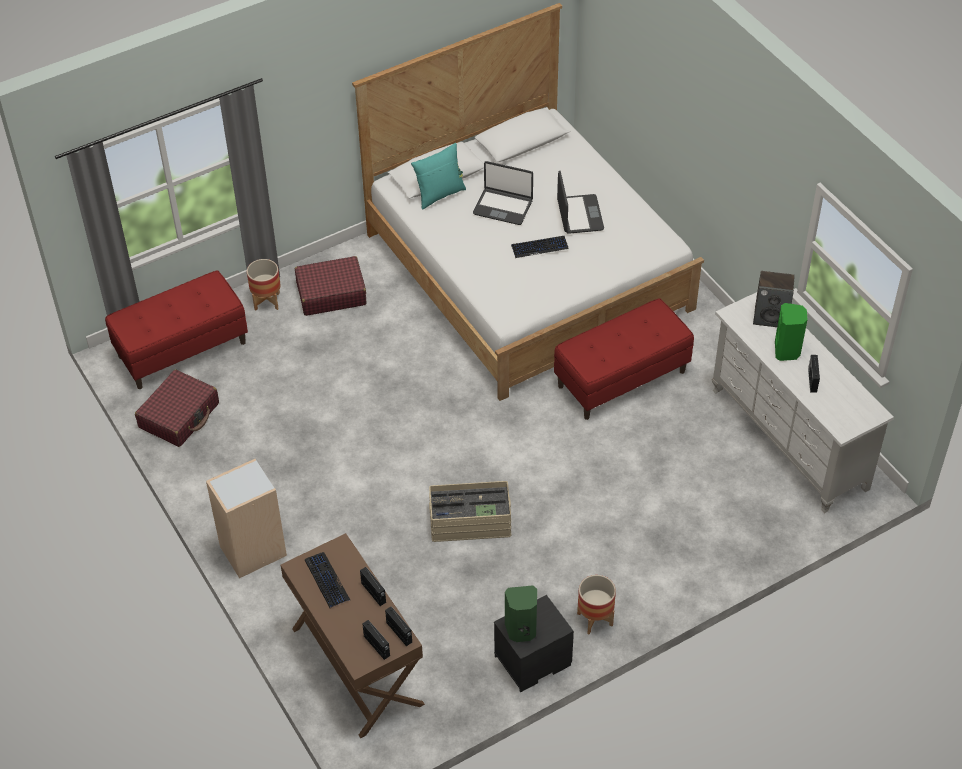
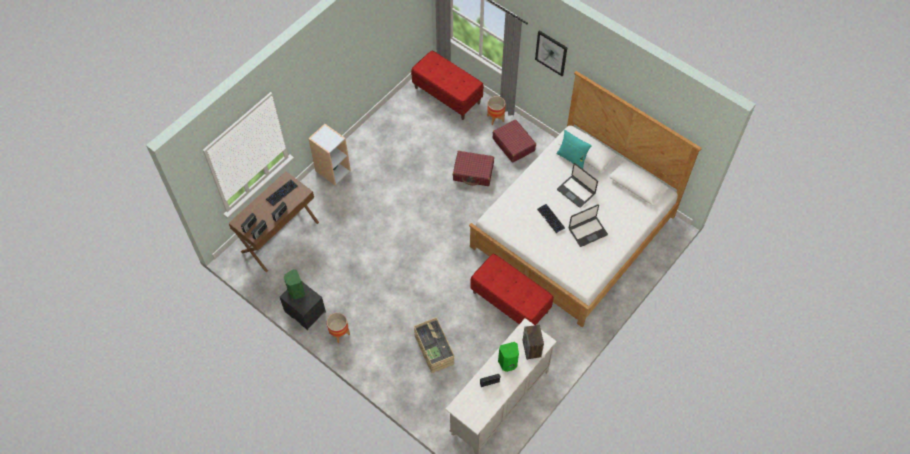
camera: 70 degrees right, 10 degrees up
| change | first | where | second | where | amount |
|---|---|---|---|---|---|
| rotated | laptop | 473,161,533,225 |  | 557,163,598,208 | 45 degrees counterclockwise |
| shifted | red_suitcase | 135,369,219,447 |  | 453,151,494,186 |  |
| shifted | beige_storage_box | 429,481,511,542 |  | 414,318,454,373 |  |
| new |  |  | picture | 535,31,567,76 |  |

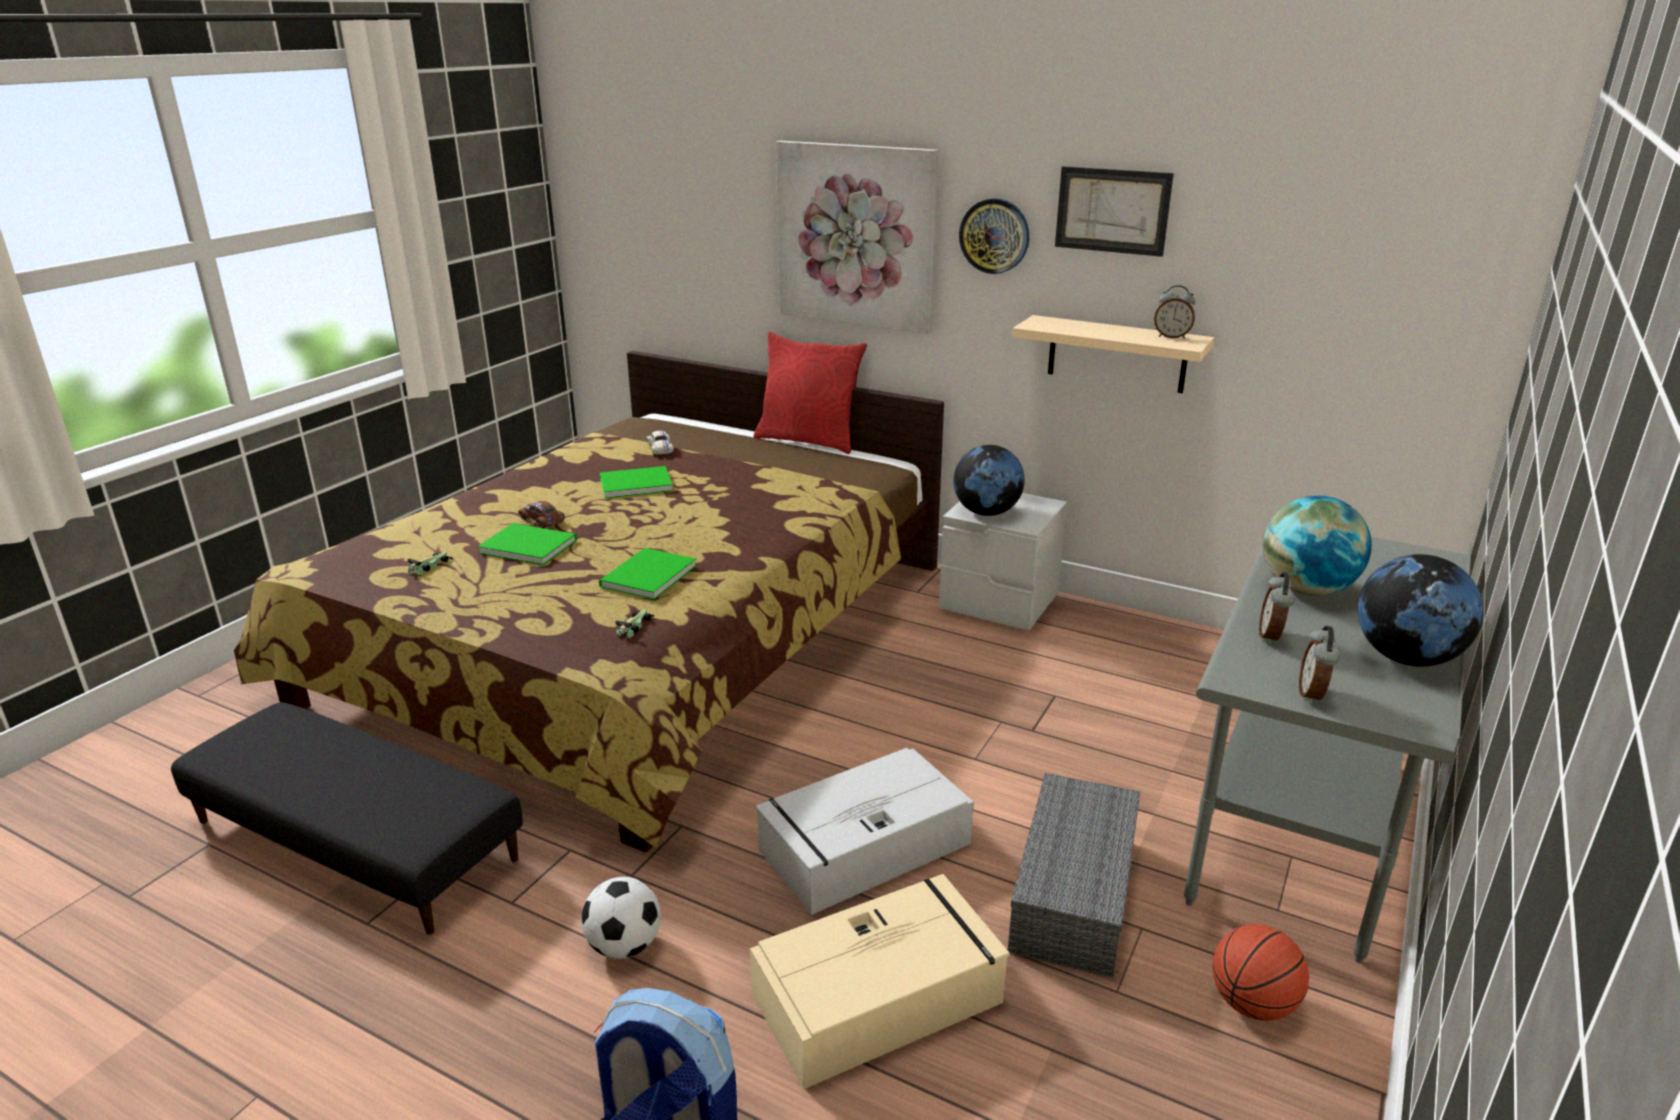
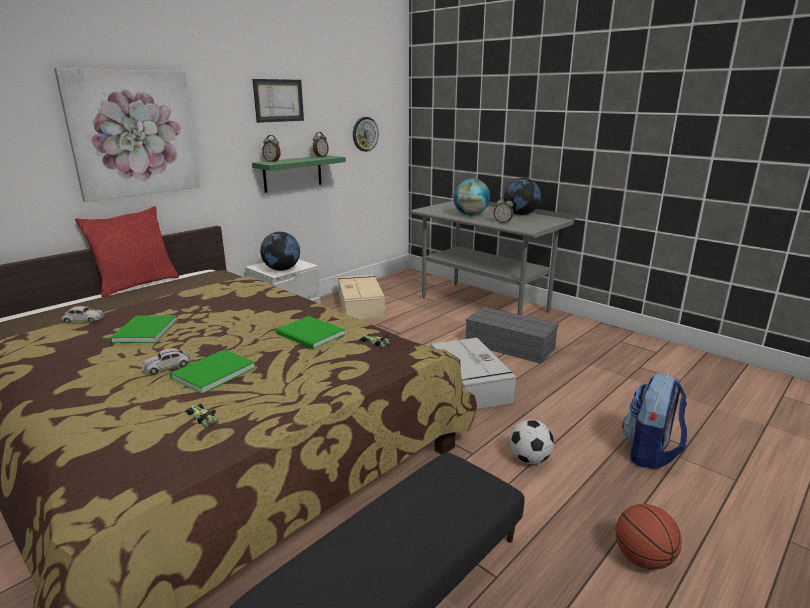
camera: 75 degrees left, 5 degrees down
| change | first | where | second | where | amount |
|---|---|---|---|---|---|
| shifted | wall_clock | 959,198,1029,274 |  | 353,117,379,152 |  |
| repainted | beige_shelf | 1012,315,1214,393 | green_shelf | 252,155,346,193 |  |
| repainted | brown_toy_car | 518,501,565,528 | white_toy_car | 142,348,191,375 |  |
| shifted | alarm_clock | 1299,626,1340,704 |  | 262,135,281,162 |  |
| shifted | beige_storage_box | 750,874,1010,1089 |  | 338,275,385,319 |  |
| shifted | basketball | 1212,924,1309,1021 |  | 615,504,682,570 |  |

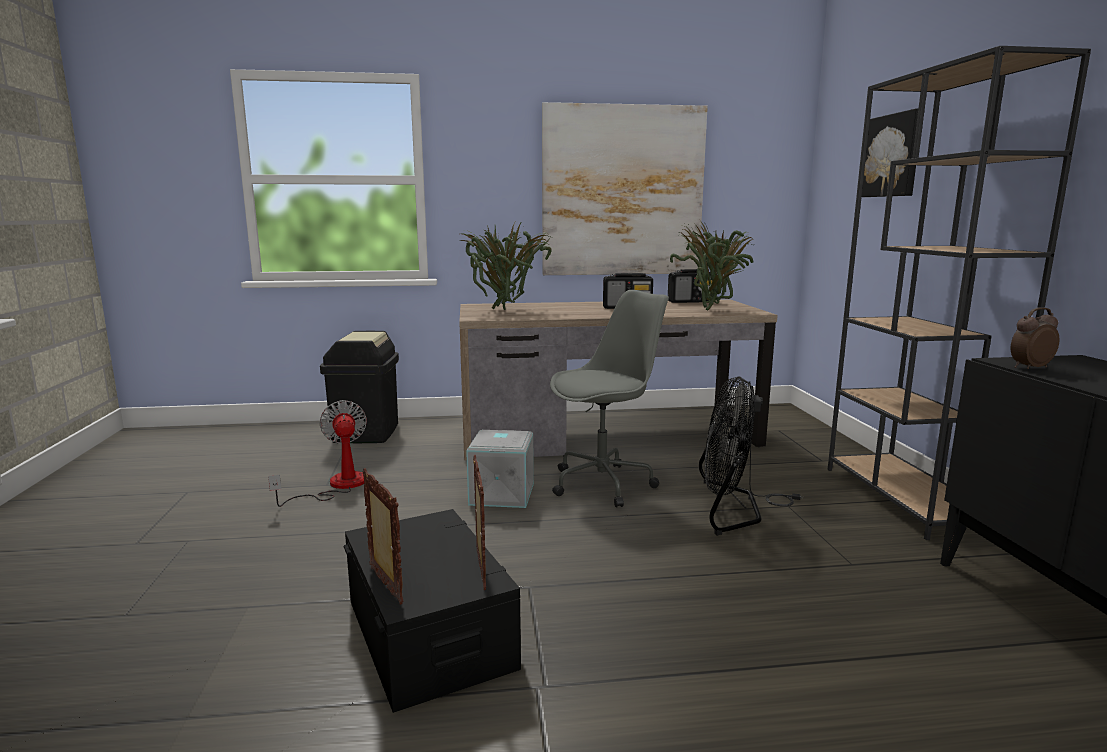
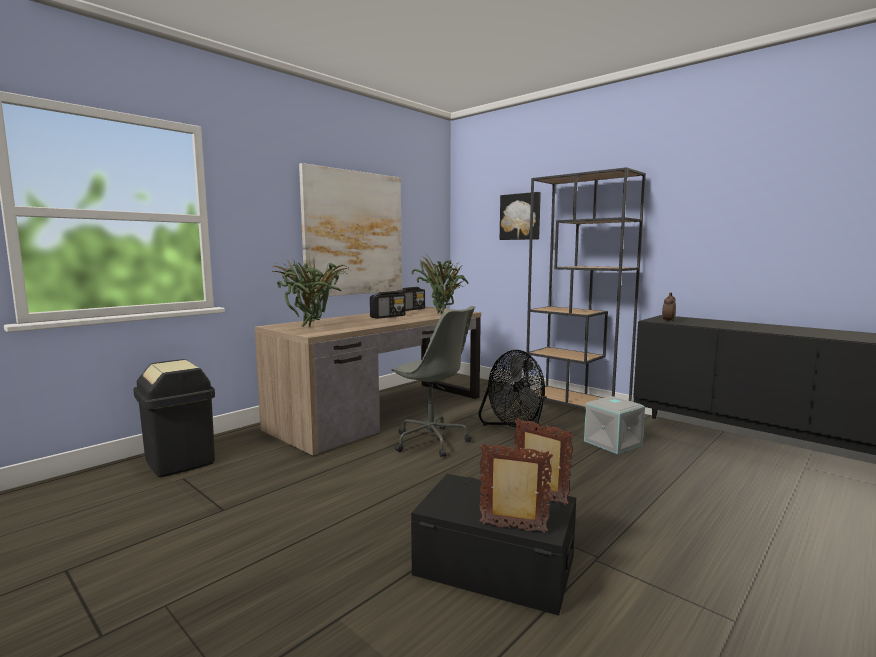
camera: 40 degrees left, 5 degrees down
| change | first | where | second | where | amount |
|---|---|---|---|---|---|
| rotated | grey_office_chair | 550,290,669,507 |  | 391,306,476,457 | 105 degrees clockwise |
| gone | fan | 268,400,367,507 |  |  |  |
| shifted | grey_storage_box | 466,430,534,508 |  | 584,396,645,454 |  |

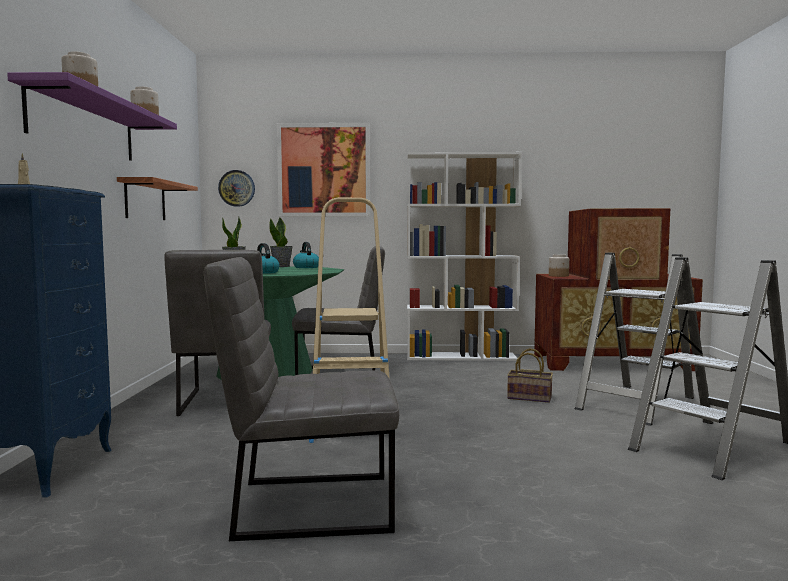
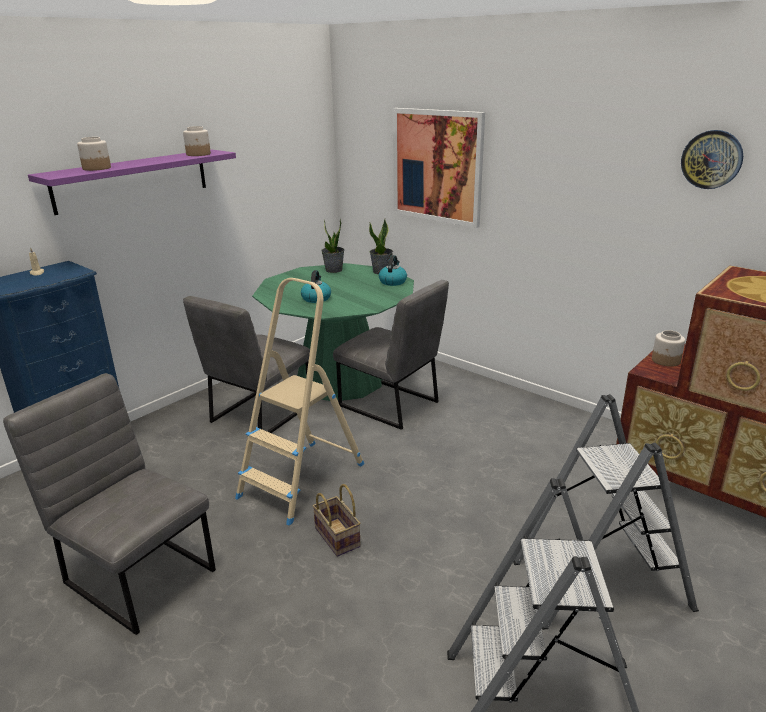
camera: 40 degrees right, 20 degrees up
| change | first | where | second | where | amount |
|---|---|---|---|---|---|
| gone | white_bookcase | 407,152,522,361 |  |  |  |
| shifted | wall_clock | 218,170,255,207 |  | 681,130,743,189 |  |
| gone | shelf | 117,177,198,220 |  |  |  |
| shifted | basket | 507,348,553,403 |  | 313,484,361,557 |  |

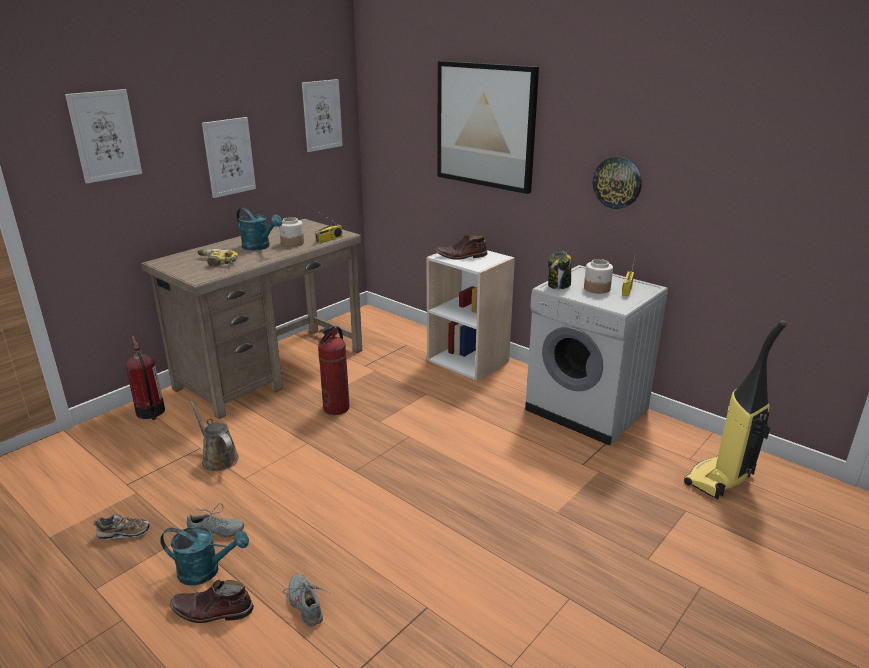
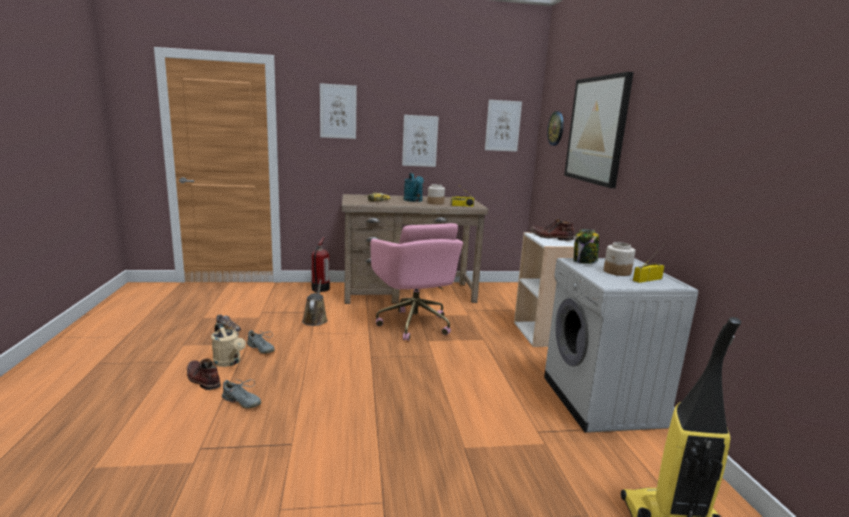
camera: 40 degrees right, 10 degrees down
| change | first | where | second | where | amount |
|---|---|---|---|---|---|
| shifted | wall_clock | 593,157,642,209 |  | 547,111,564,146 |  |
| swapped | fire_extinguisher | 318,326,350,415 | pink_office_chair | 370,223,463,341 |  |
| repainted | turquoise_watering_can | 160,526,249,586 | beige_watering_can | 211,323,246,367 |  |
| rotated | grey_shoe | 283,574,329,626 |  | 221,379,261,409 | 105 degrees clockwise |

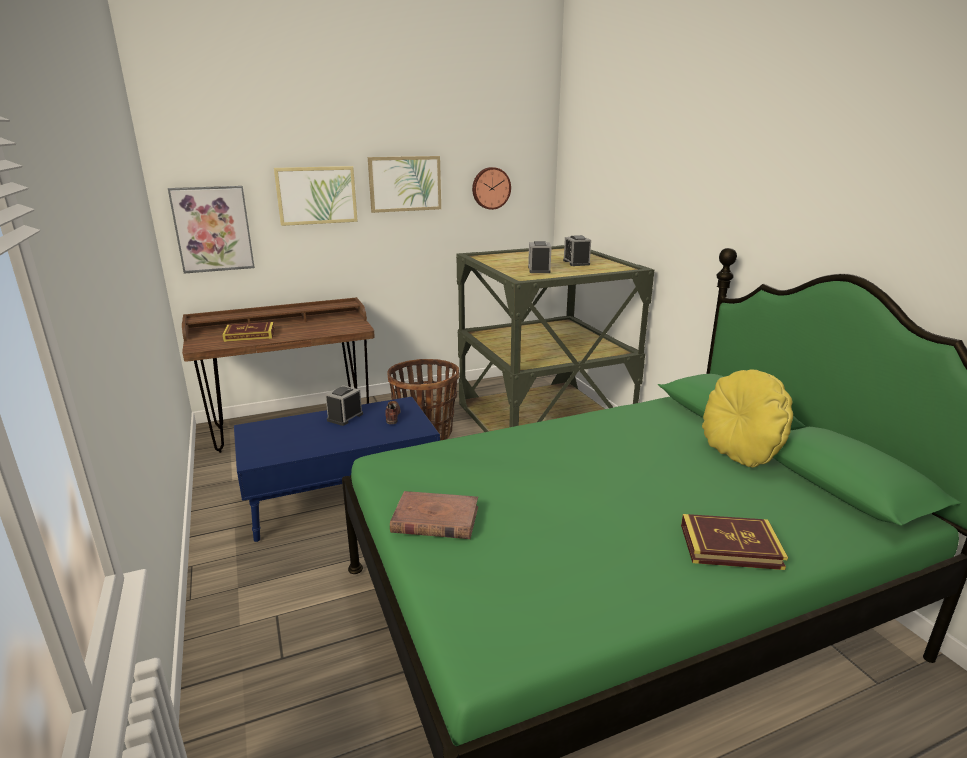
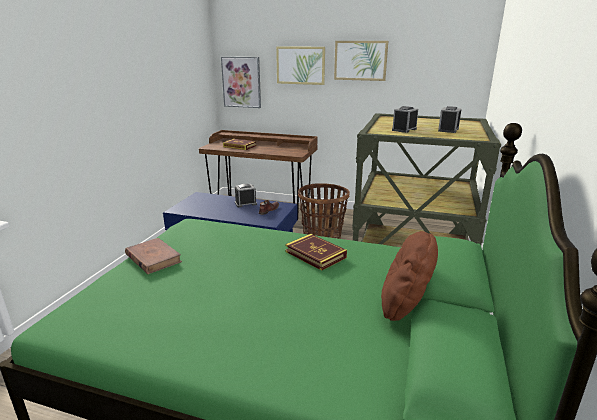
camera: 40 degrees right, 0 degrees up
| change | first | where | second | where | amount |
|---|---|---|---|---|---|
| gone | wall_clock | 472,167,511,210 |  |  |  |
| repainted | yellow_pillow | 702,369,793,468 | brown_pillow | 381,231,438,321 |  |
| shifted | book | 681,514,788,570 |  | 285,234,347,271 |  |

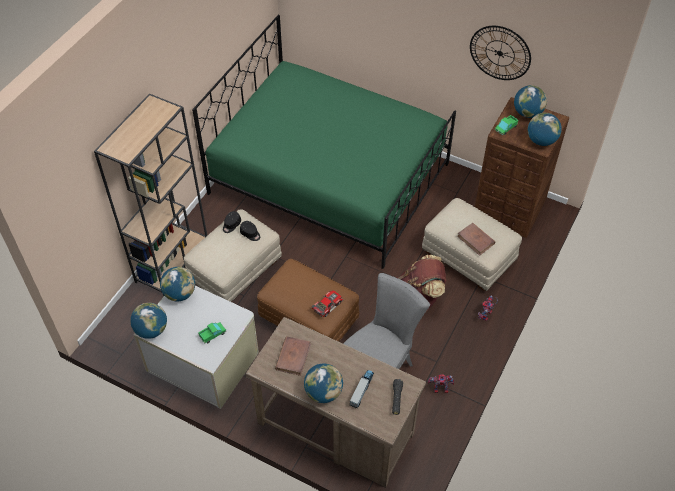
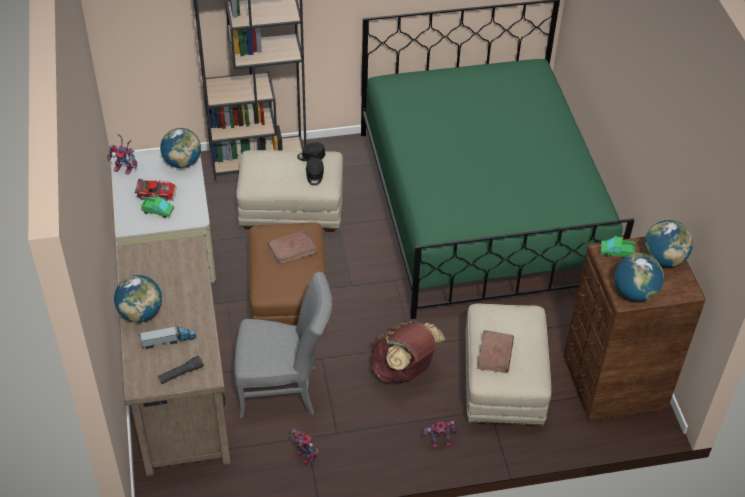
camera: 50 degrees right, 5 degrees down
| change | first | where | second | where | amount |
|---|---|---|---|---|---|
| gone | wall_clock | 470,26,531,80 |  |  |  |
| shifted | toy_car | 311,290,344,317 |  | 135,179,177,201 |  |
| swapped | globe | 130,303,167,339 | toy_robot | 107,134,137,175 |  |
| shifted | brown_book | 275,336,311,376 |  | 268,230,317,265 |  |

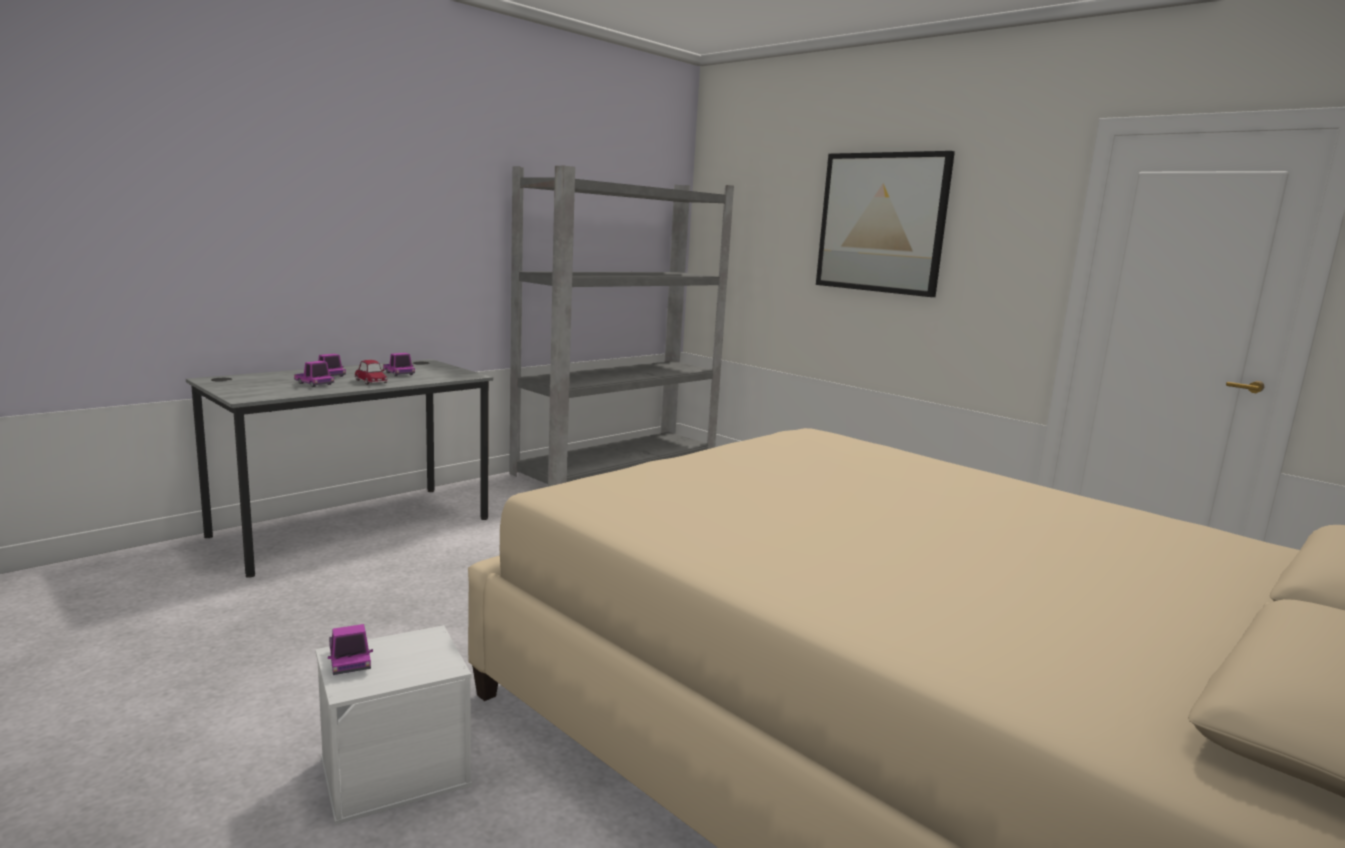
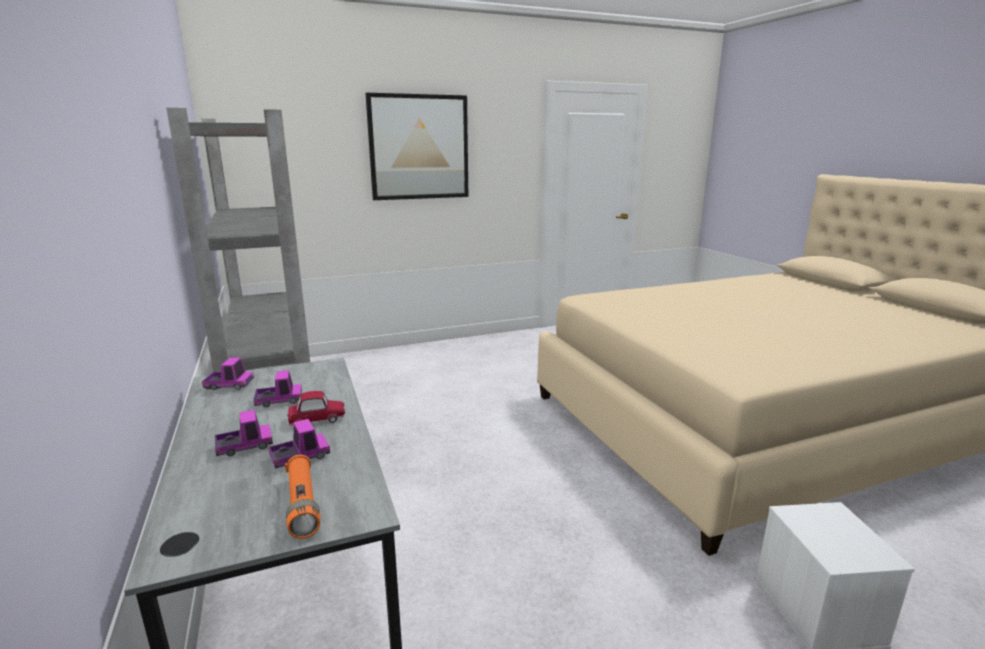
camera: 65 degrees left, 5 degrees up
| change | first | where | second | where | amount |
|---|---|---|---|---|---|
| shifted | toy_truck | 328,624,373,675 |  | 202,358,254,390 |  |
| new |  |  | orange_flashlight | 285,455,320,539 |  |

